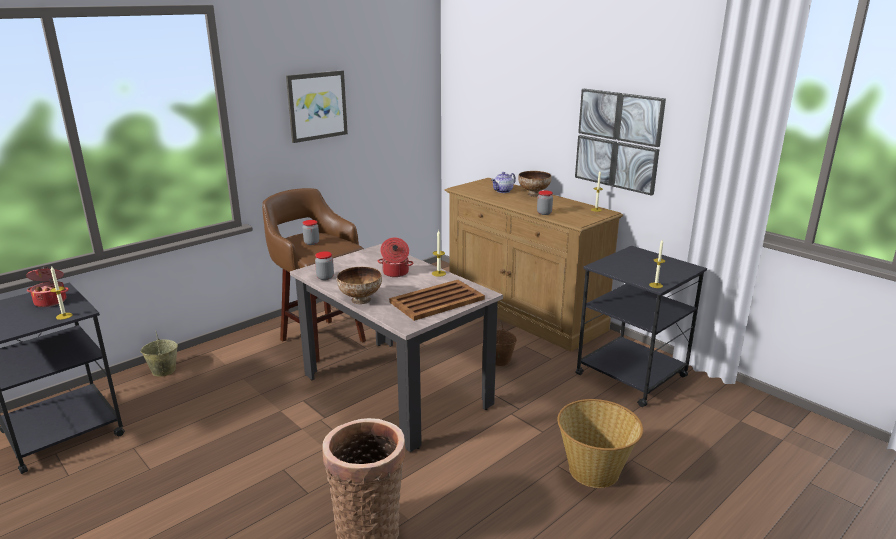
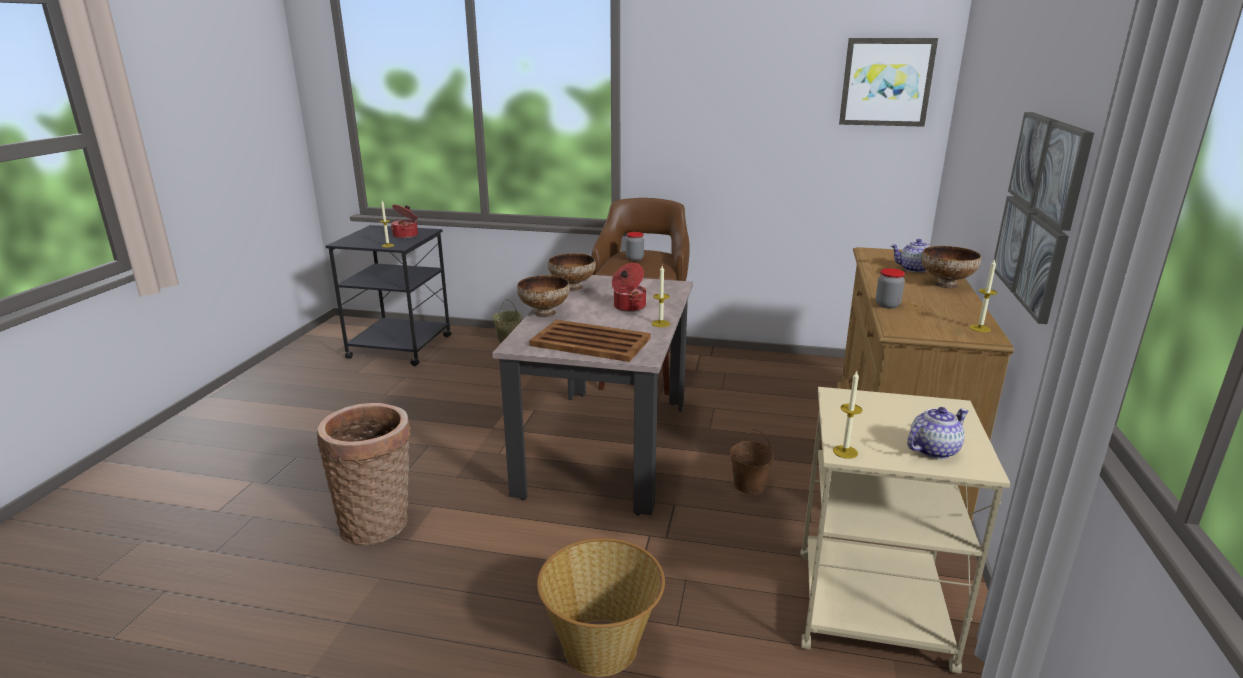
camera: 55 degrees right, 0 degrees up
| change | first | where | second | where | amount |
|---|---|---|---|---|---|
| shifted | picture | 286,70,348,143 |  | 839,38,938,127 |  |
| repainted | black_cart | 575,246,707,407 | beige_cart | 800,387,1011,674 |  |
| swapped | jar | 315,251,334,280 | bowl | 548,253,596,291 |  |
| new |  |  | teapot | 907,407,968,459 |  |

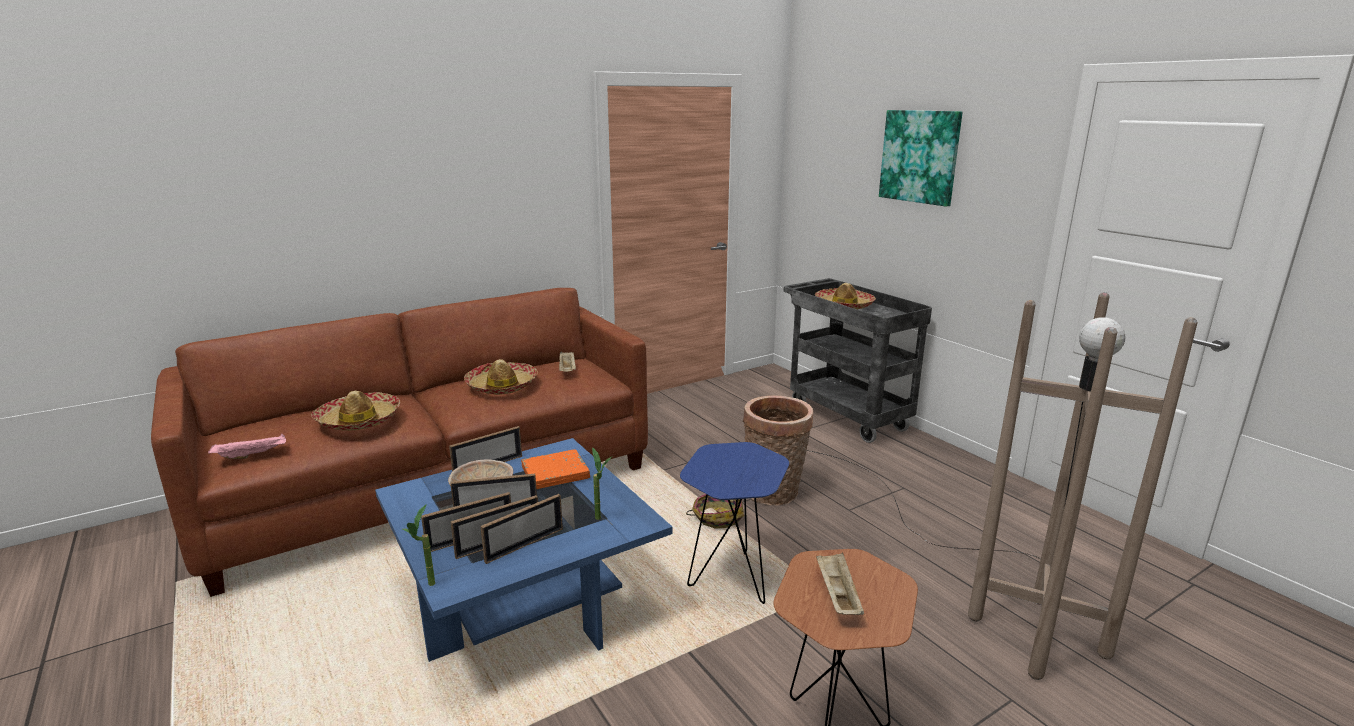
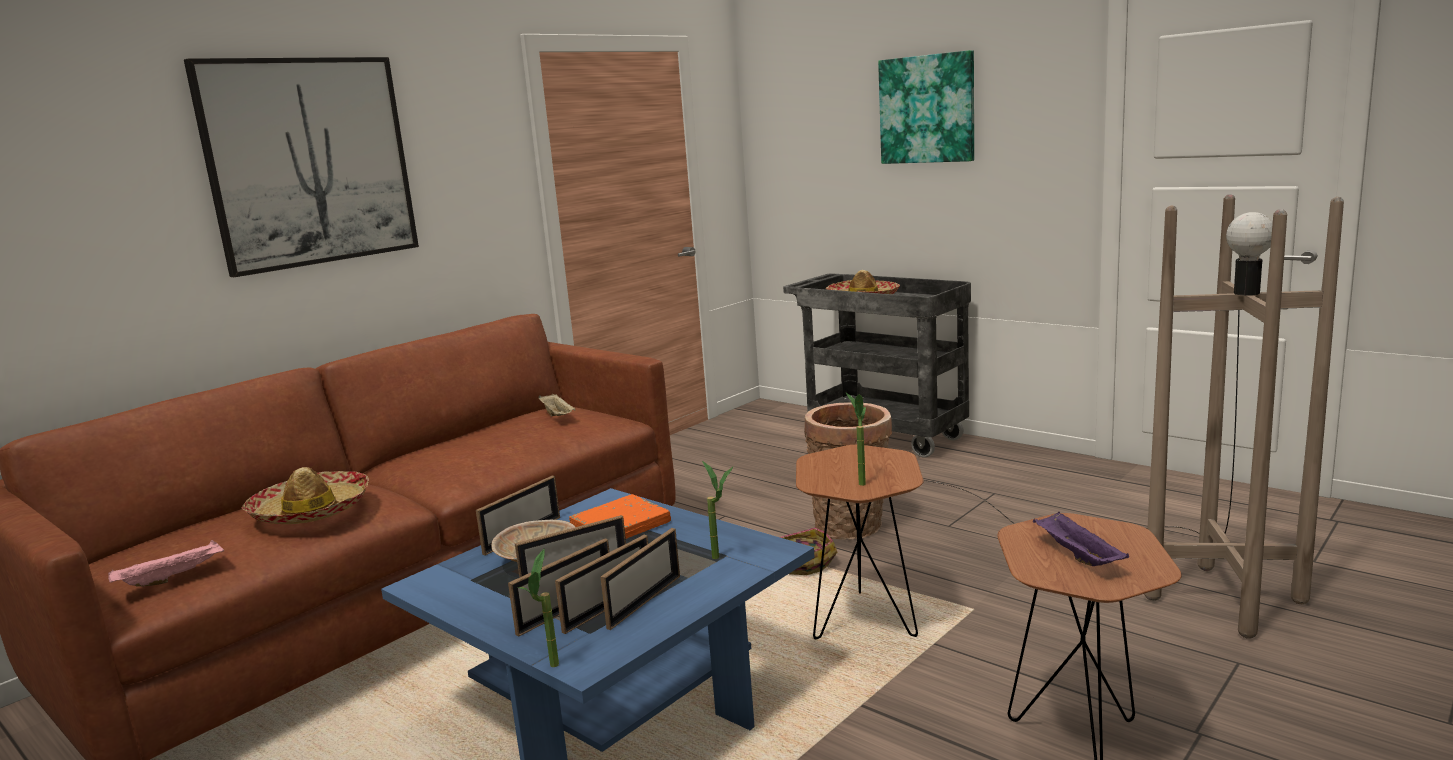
camera: 15 degrees left, 5 degrees down
| change | first | where | second | where | amount |
|---|---|---|---|---|---|
| gone | hat | 464,359,538,395 |  |  |  |
| repainted | blue_side_table | 680,442,789,604 | brown_side_table | 796,445,924,640 |  |
| repainted | beige_tray | 816,553,864,615 | purple_tray | 1033,512,1129,566 |  |
| new |  |  | picture | 184,57,419,277 |  |
| new |  |  | potted_plant | 846,393,866,486 |  |

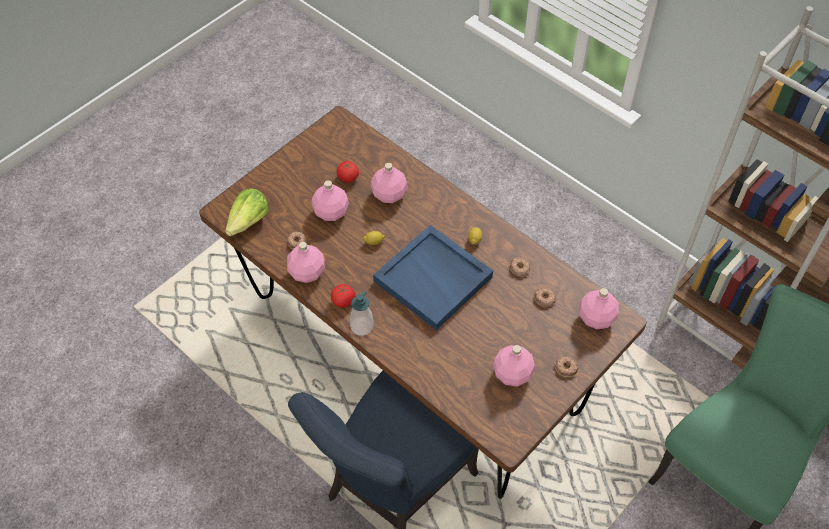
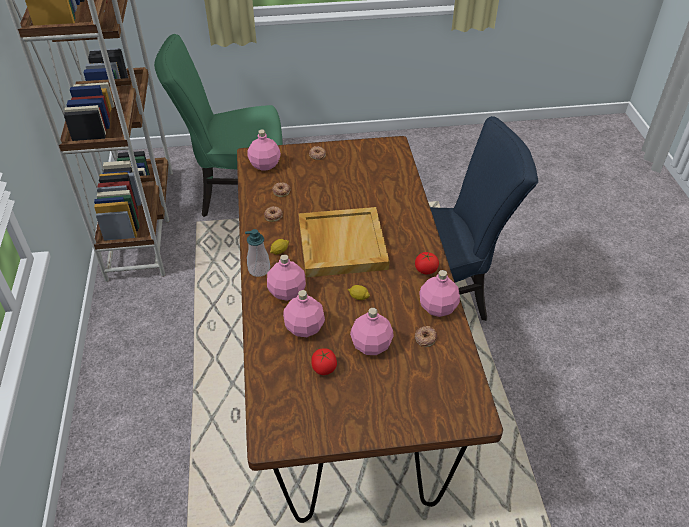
camera: 140 degrees left, 10 degrees down
| change | first | where | second | where | amount |
|---|---|---|---|---|---|
| gone | lettuce | 225,188,268,236 |  |  |  |
| repainted | blue_tray | 373,225,493,330 | beige_tray | 299,207,390,277 |  |
| shifted | soap_dispenser | 350,290,374,336 |  | 245,229,270,277 |  |
| shifted | pink_bottle | 493,345,535,387 |  | 267,254,306,301 |  |

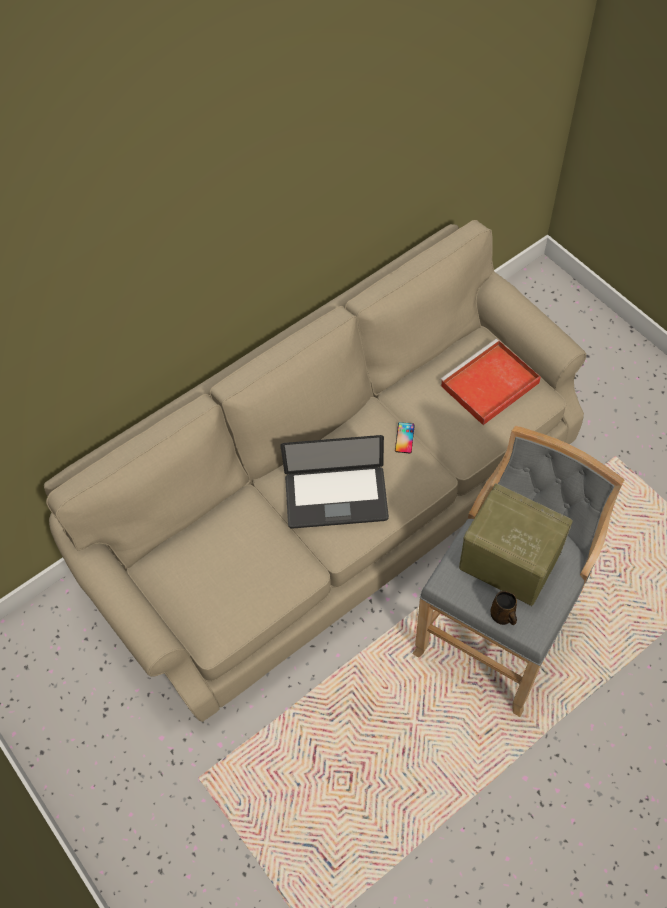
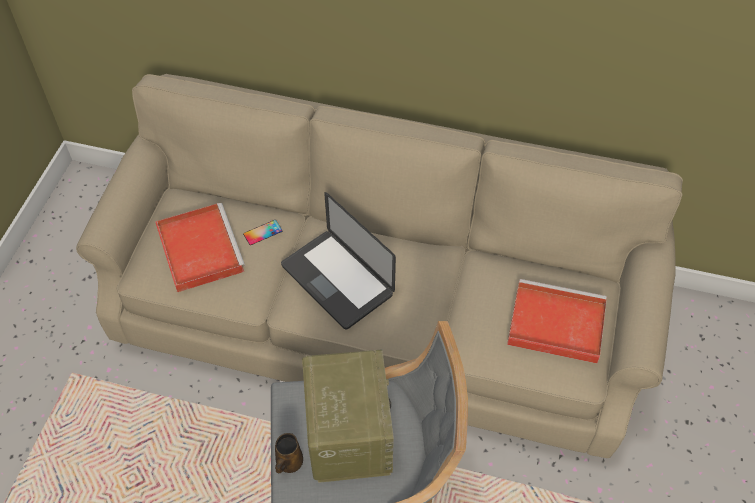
camera: 50 degrees right, 5 degrees down
| change | first | where | second | where | amount |
|---|---|---|---|---|---|
| shifted | phone | 395,422,415,453 |  | 243,220,282,245 |  |
| new |  |  | red_tray | 155,203,245,292 |  |

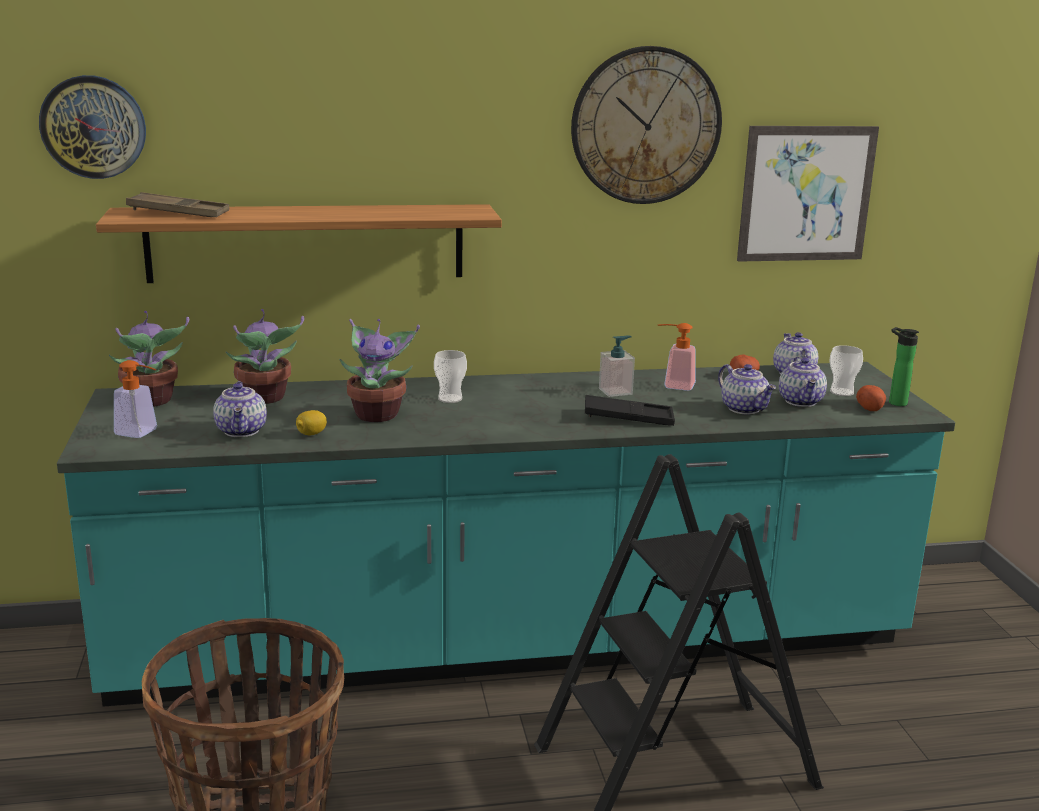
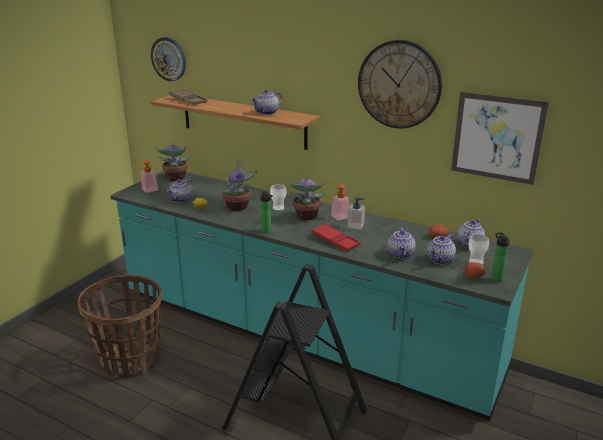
camera: 40 degrees right, 5 degrees up
| change | first | where | second | where | amount |
|---|---|---|---|---|---|
| shifted | potted_plant | 226,309,304,404 |  | 287,174,326,220 |  |
| shifted | soap_dispenser | 658,323,696,391 |  | 331,183,350,220 |  |
| repainted | black_tray | 585,395,675,426 | red_tray | 311,223,360,252 |  |
| new |  |  | teapot | 251,89,282,115 |  |
| new |  |  | bottle | 260,191,273,233 |  |

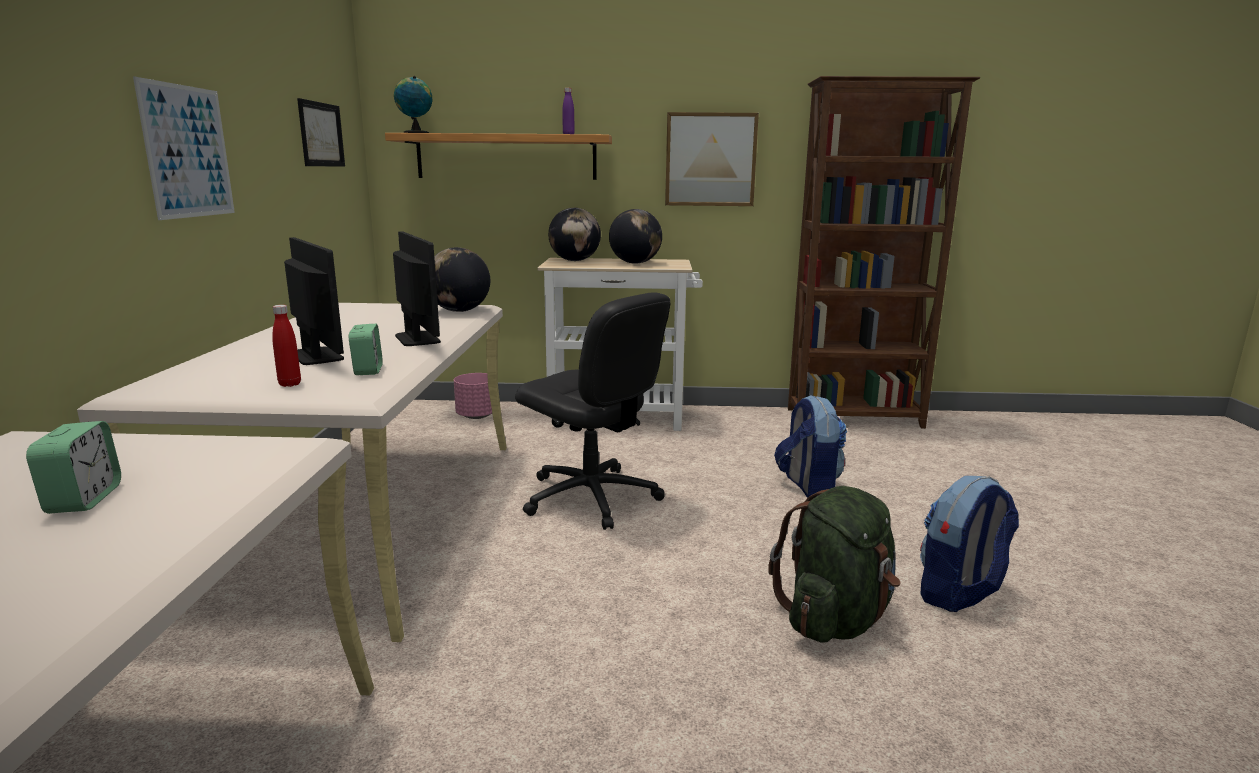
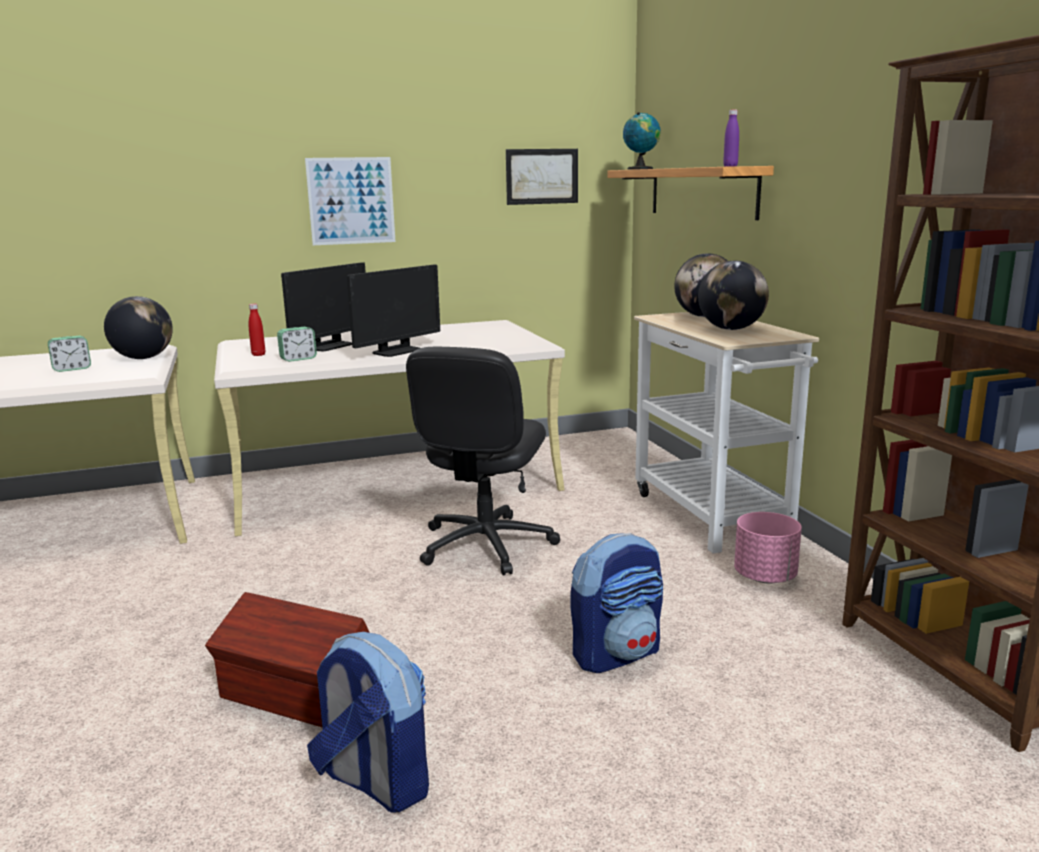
camera: 70 degrees right, 0 degrees up
| change | first | where | second | where | amount |
|---|---|---|---|---|---|
| gone | picture | 665,112,759,206 |  |  |  |
| shifted | globe | 434,247,490,312 |  | 104,296,173,359 |  |
| shifted | pink_planter | 454,373,492,419 |  | 734,512,802,583 |  |
| swapped | green_backpack | 768,486,901,643 | brown_storage_box | 205,592,370,727 |  |

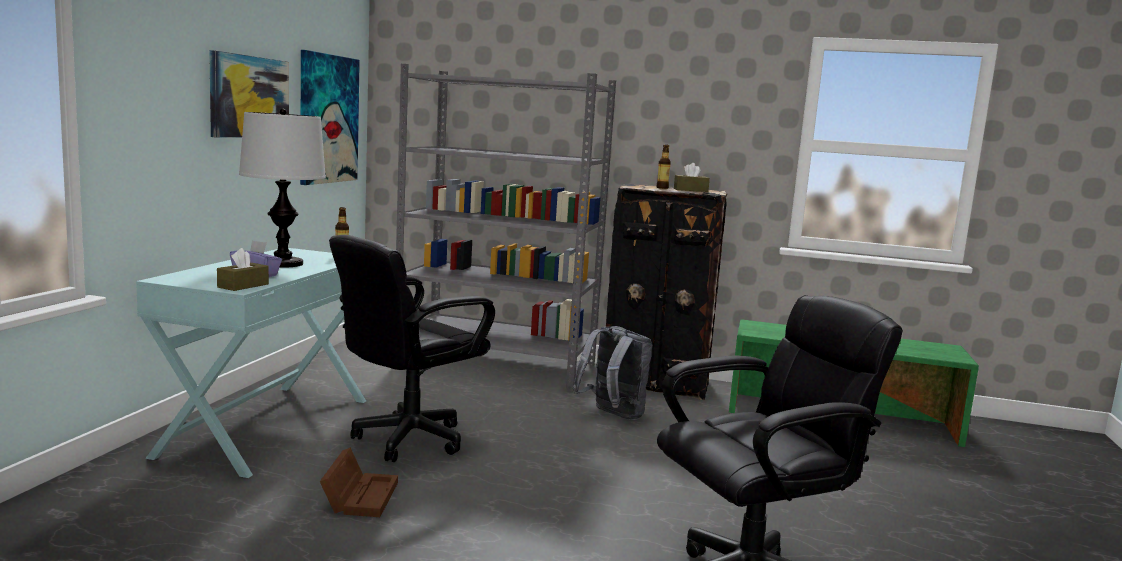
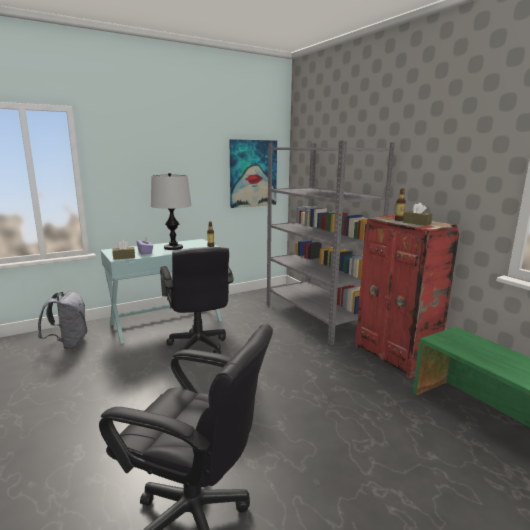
camera: 45 degrees right, 5 degrees up
| change | first | where | second | where | amount |
|---|---|---|---|---|---|
| gone | picture | 209,50,289,138 |  |  |  |
| repainted | black_cabinet | 606,184,727,400 | red_cabinet | 355,215,459,378 |  |
| rotated | black_office_chair | 329,235,495,462 |  | 160,247,234,360 | 105 degrees counterclockwise |
| shifted | grey_backpack | 572,326,653,420 |  | 38,291,87,350 |  |
| gone | brown_storage_box | 320,448,398,517 |  |  |  |

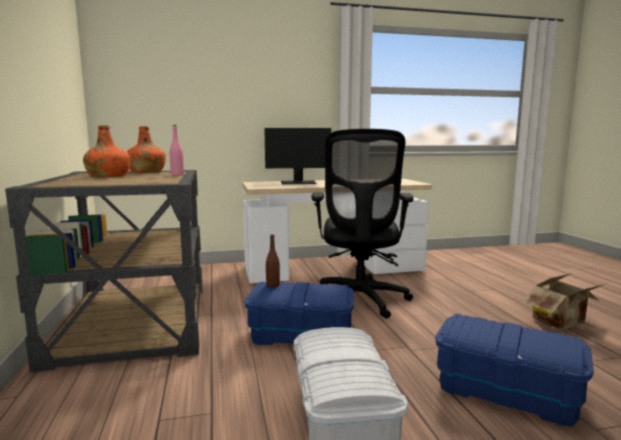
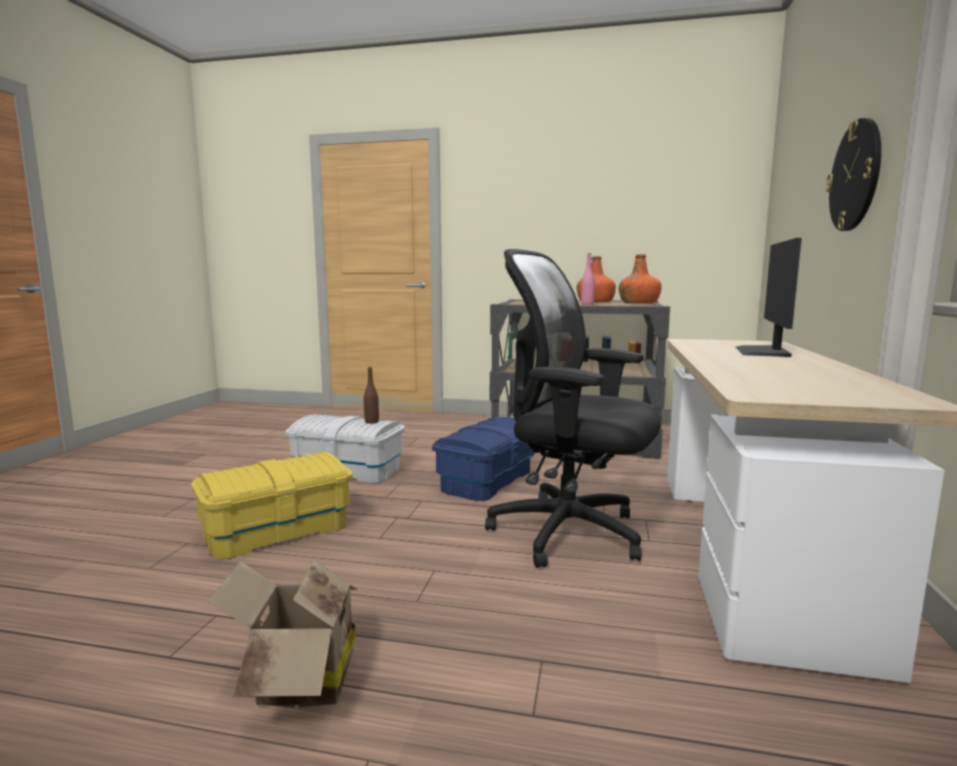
camera: 115 degrees right, 0 degrees up
| change | first | where | second | where | amount |
|---|---|---|---|---|---|
| shifted | brown_bottle | 266,234,280,288 |  | 364,367,379,424 |  |
| repainted | blue_storage_box | 435,314,594,427 | yellow_storage_box | 191,452,353,560 |  |
| new |  |  | wall_clock | 826,118,881,231 |  |

